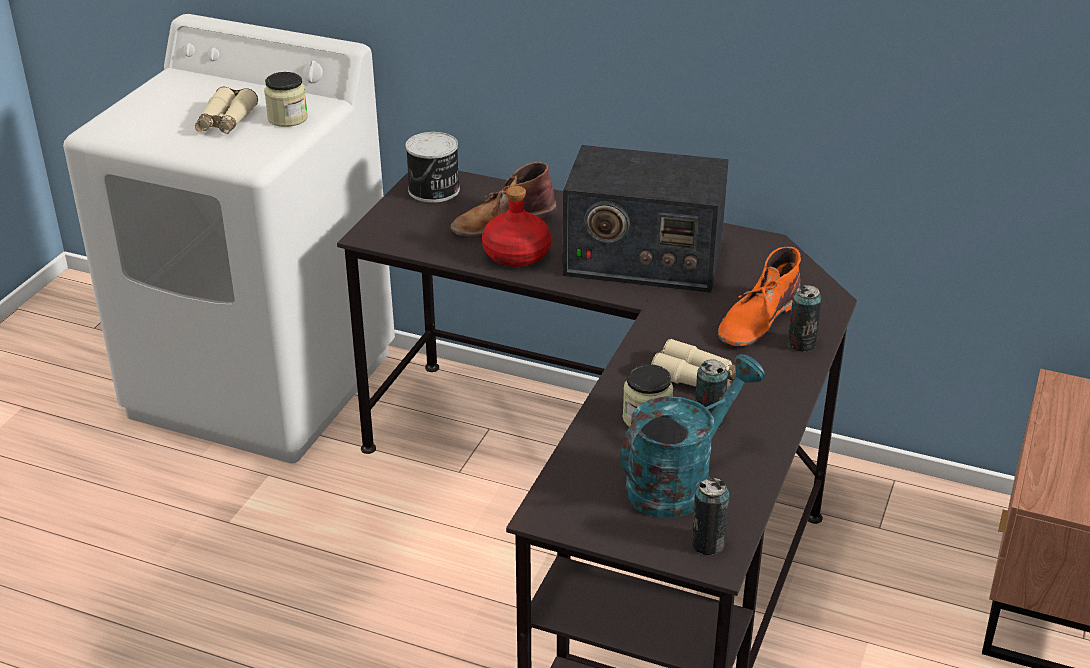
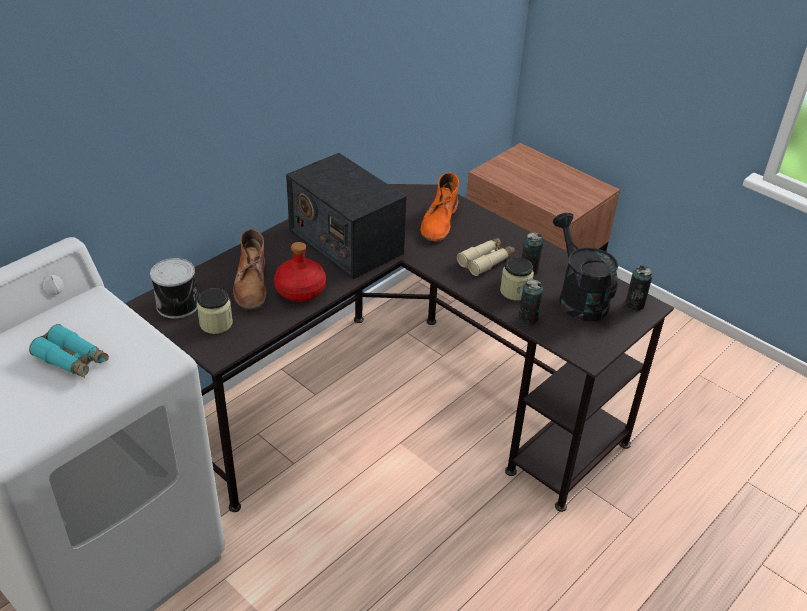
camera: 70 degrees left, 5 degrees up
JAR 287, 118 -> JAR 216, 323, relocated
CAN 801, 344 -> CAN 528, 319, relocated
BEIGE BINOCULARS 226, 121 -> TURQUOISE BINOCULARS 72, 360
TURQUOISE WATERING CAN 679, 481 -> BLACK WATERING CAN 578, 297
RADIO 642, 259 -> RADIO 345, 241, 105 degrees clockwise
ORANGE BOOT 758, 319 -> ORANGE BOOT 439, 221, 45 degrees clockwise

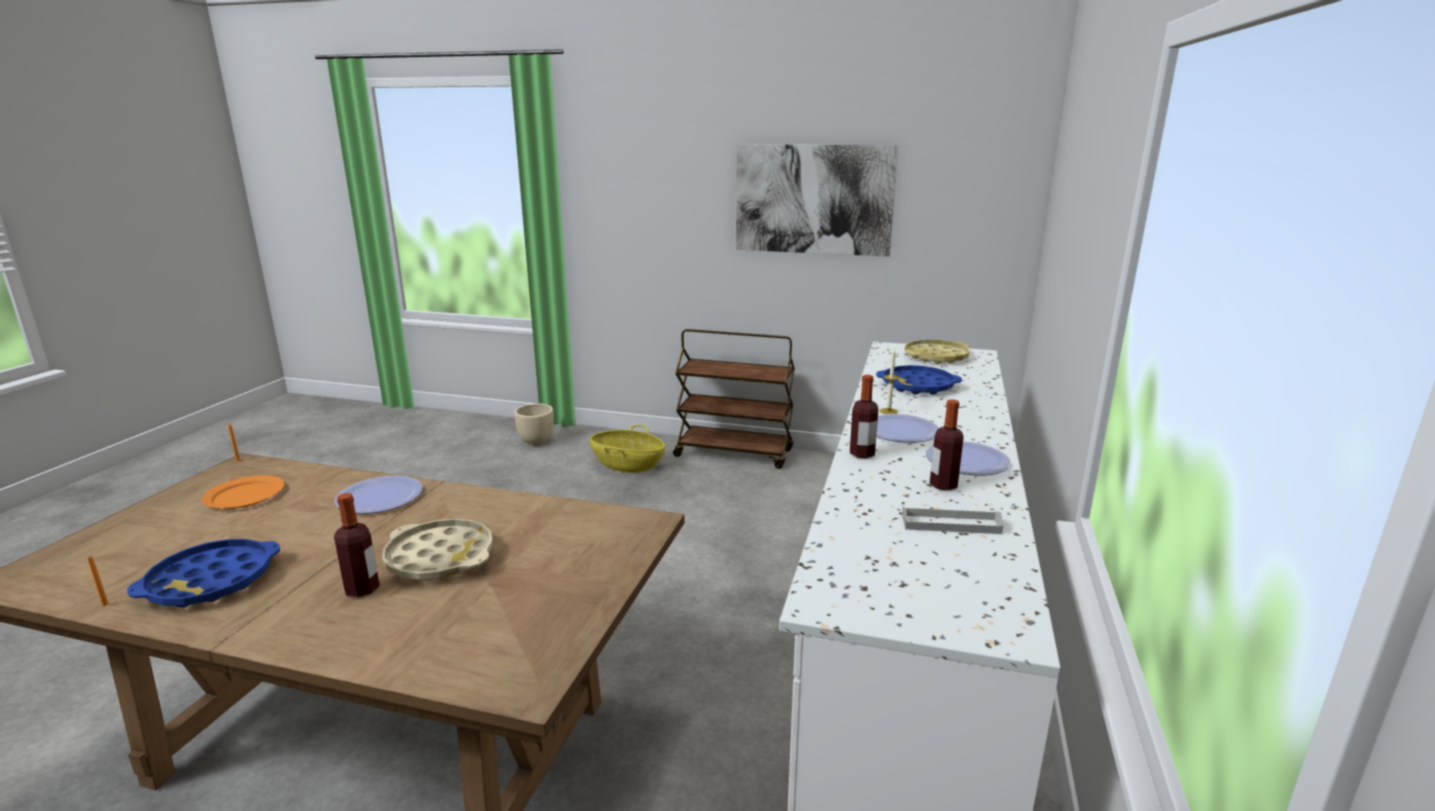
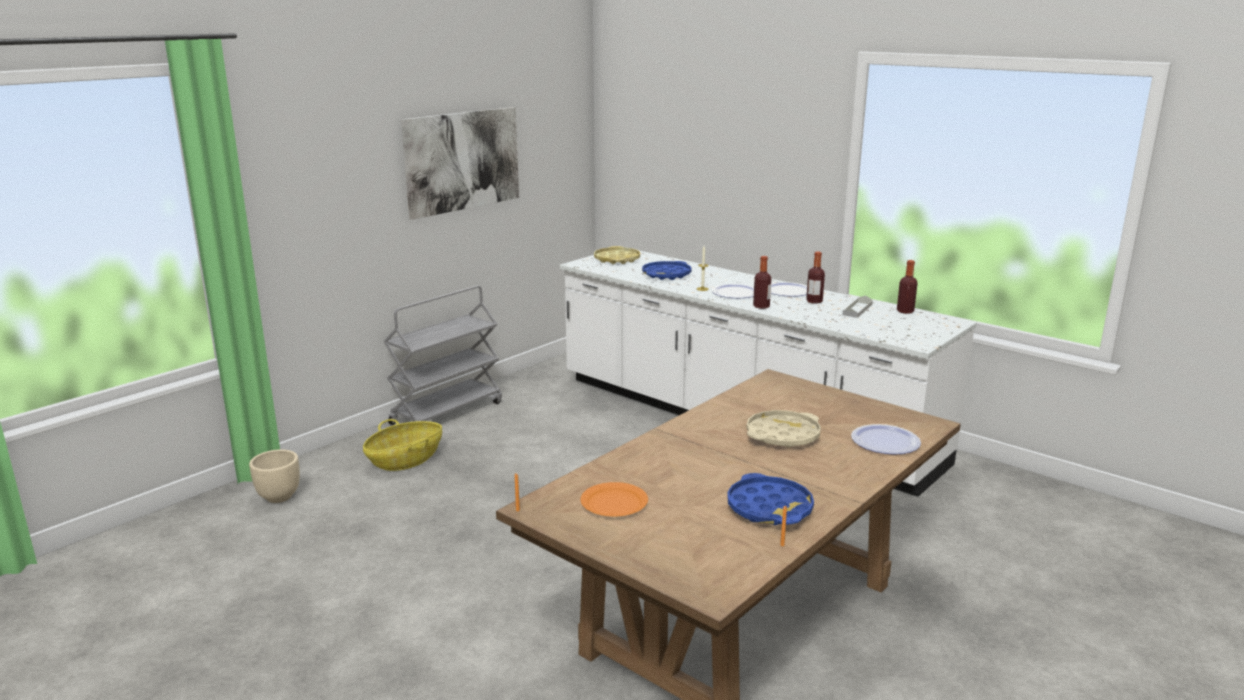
camera: 65 degrees left, 0 degrees up
PLATE 379, 497 -> PLATE 885, 441, relocated
BOTTLE 362, 589 -> BOTTLE 905, 311, relocated
BROWN CART 734, 453 -> GREY CART 447, 412

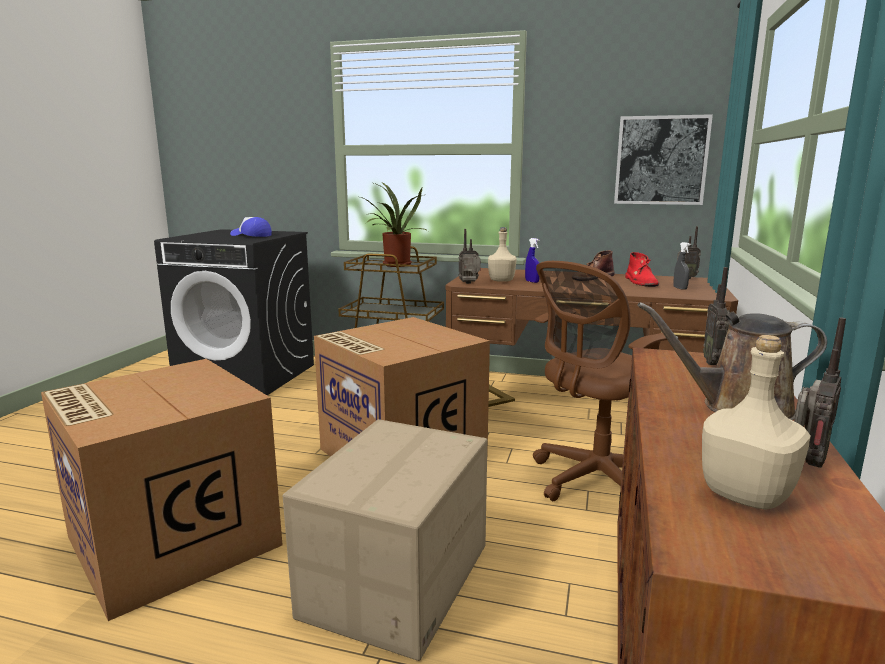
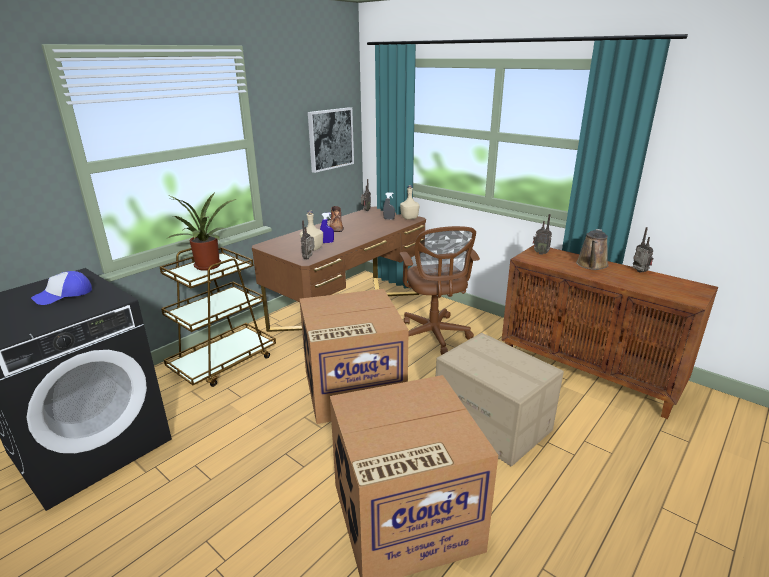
camera: 65 degrees left, 10 degrees up
RED BOOT 641, 282 -> none
BEIGE BOTTLE 748, 495 -> BEIGE BOTTLE 409, 218, relocated

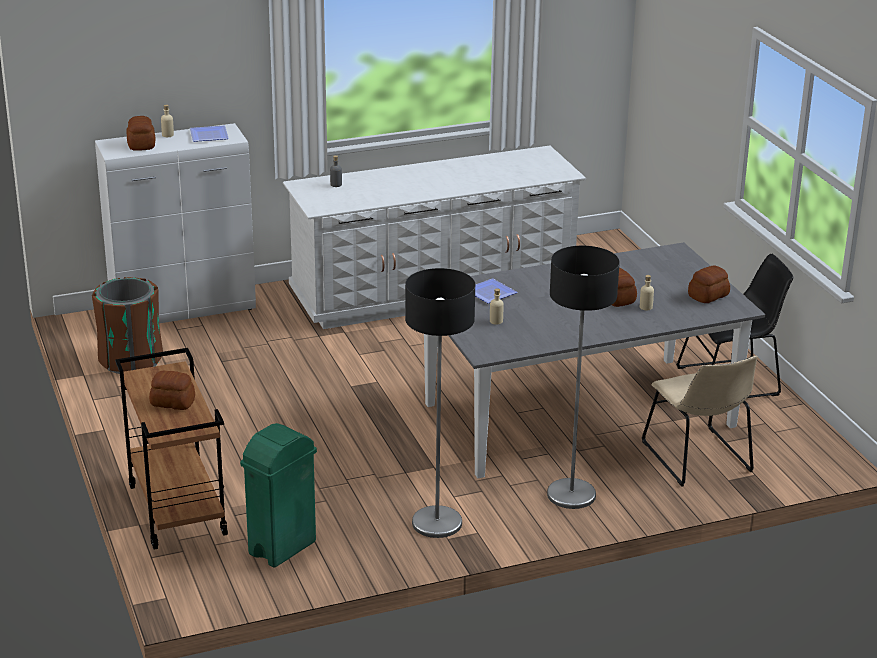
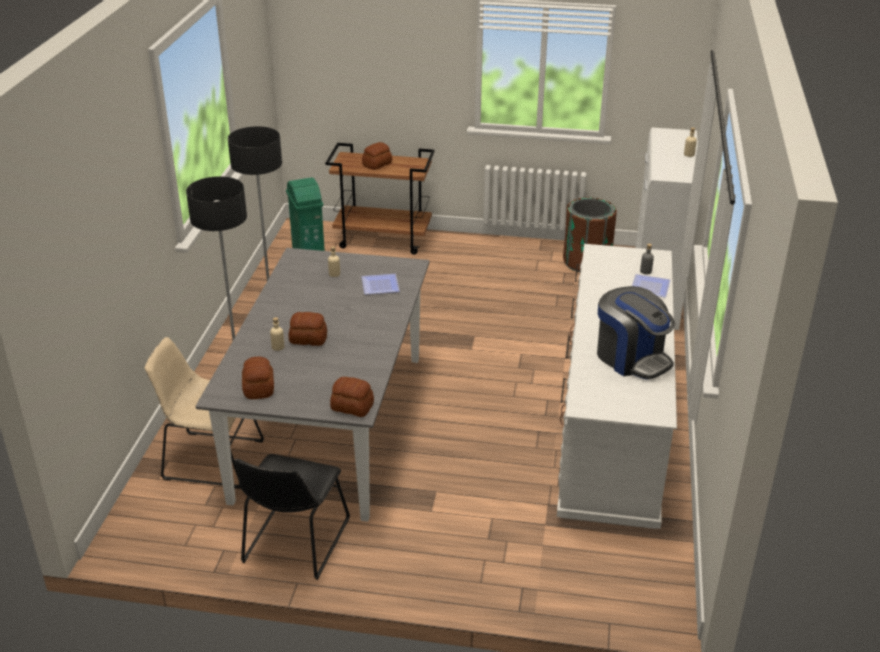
camera: 120 degrees right, 5 degrees up
none -> COFFEE MACHINE 631, 358
BREAD 142, 144 -> BREAD 352, 407, relocated
PLATE 207, 135 -> PLATE 651, 287, relocated

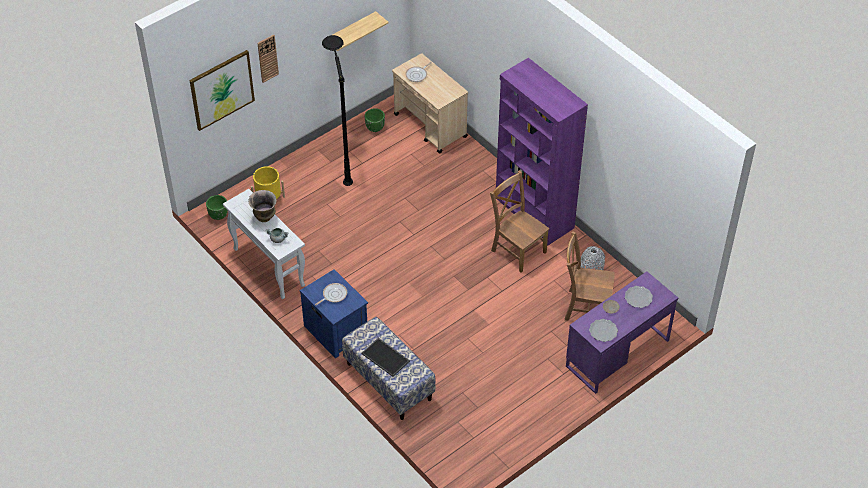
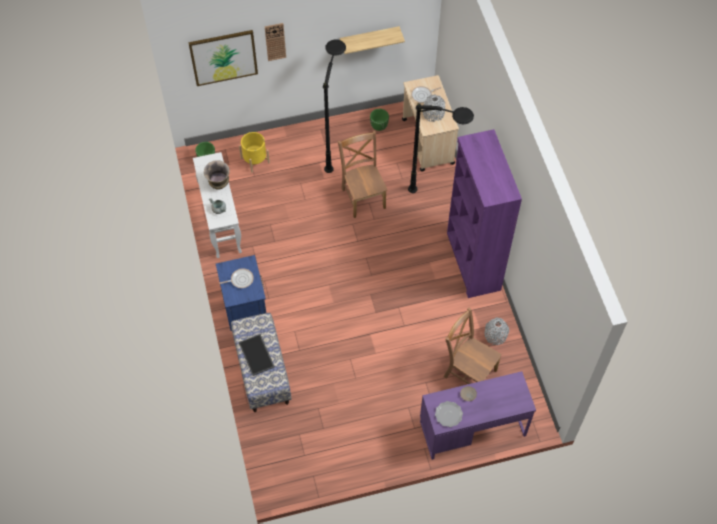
camera: 25 degrees right, 10 degrees up
PLATE 638, 298 -> none
none -> BLACK FLOOR LAMP 440, 198
none -> GREY VASE 433, 113
BROWN CHAIR 517, 250 -> BROWN CHAIR 363, 196, relocated

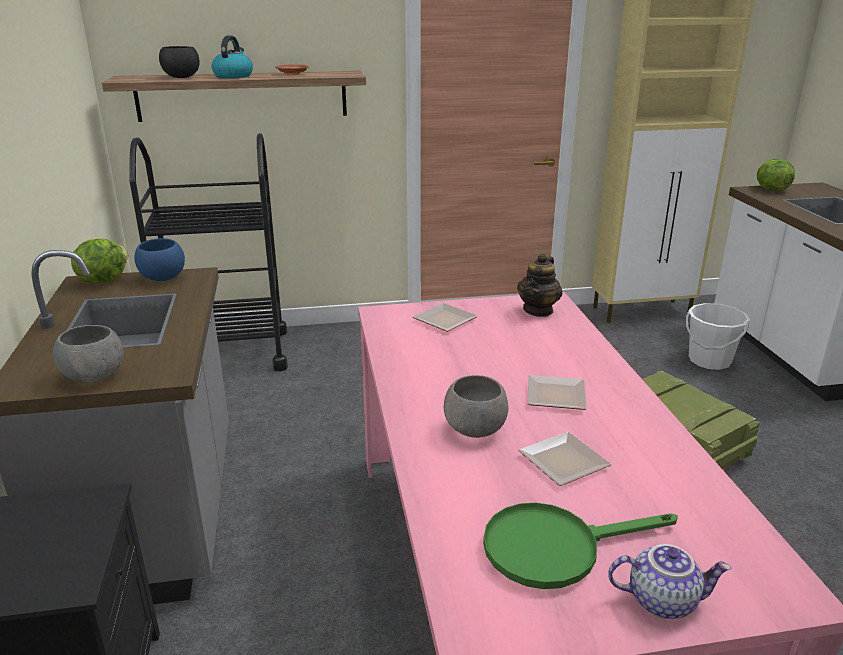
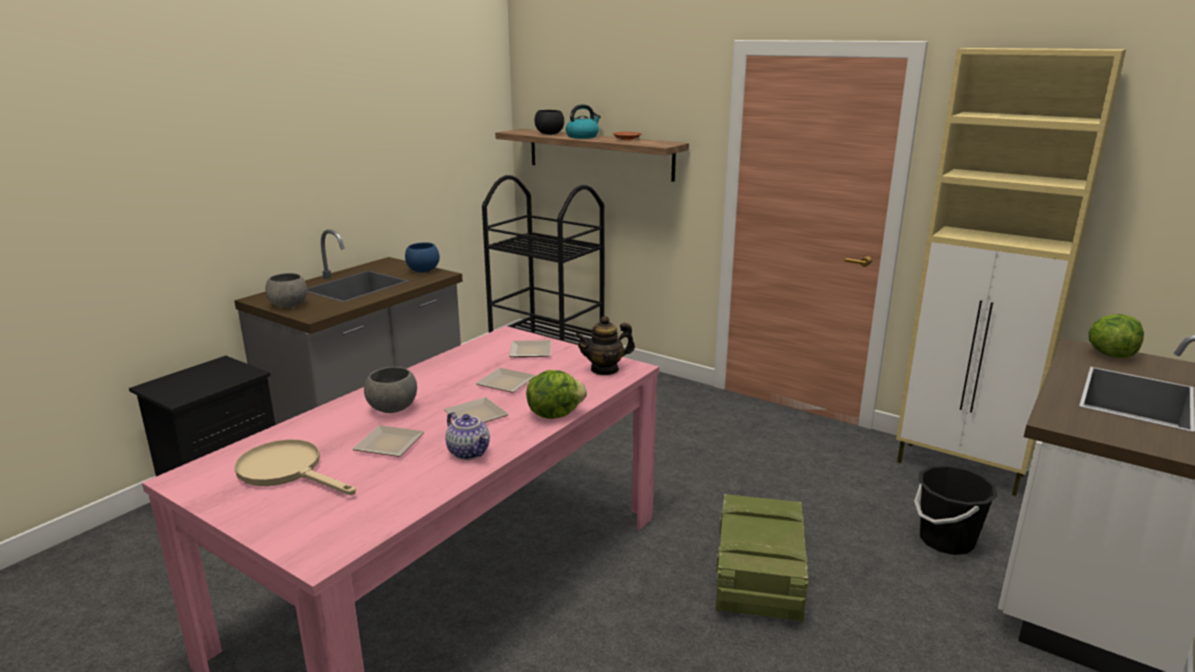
camera: 45 degrees right, 5 degrees down
none -> PLATE 508, 383
LETTUCE 103, 280 -> LETTUCE 554, 414, relocated
TEAPOT 662, 599 -> TEAPOT 469, 452, relocated
GREEN FRYING PAN 555, 547 -> BEIGE FRYING PAN 288, 471
WHITE BUCKET 709, 361 -> BLACK BUCKET 946, 540

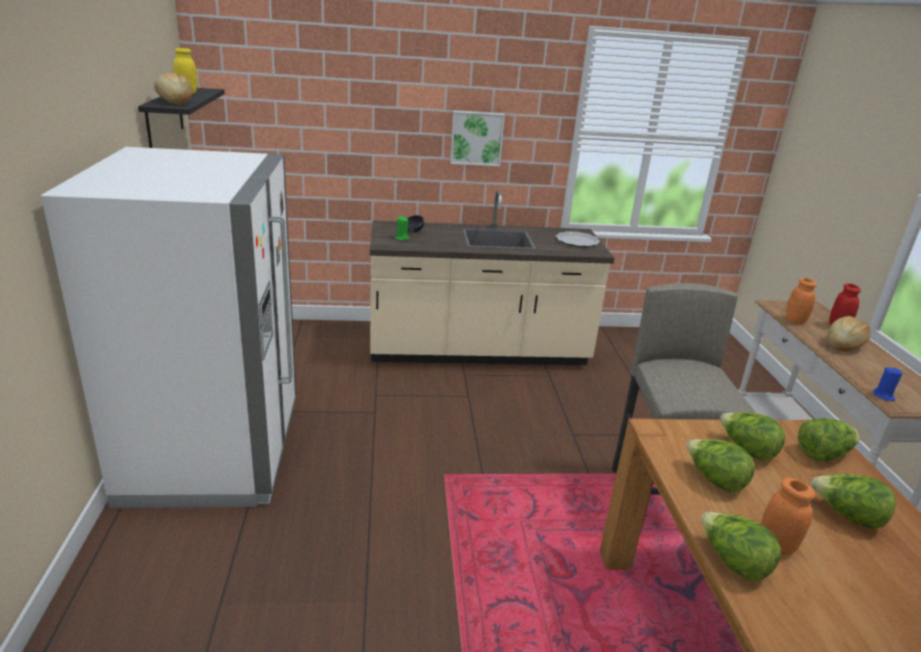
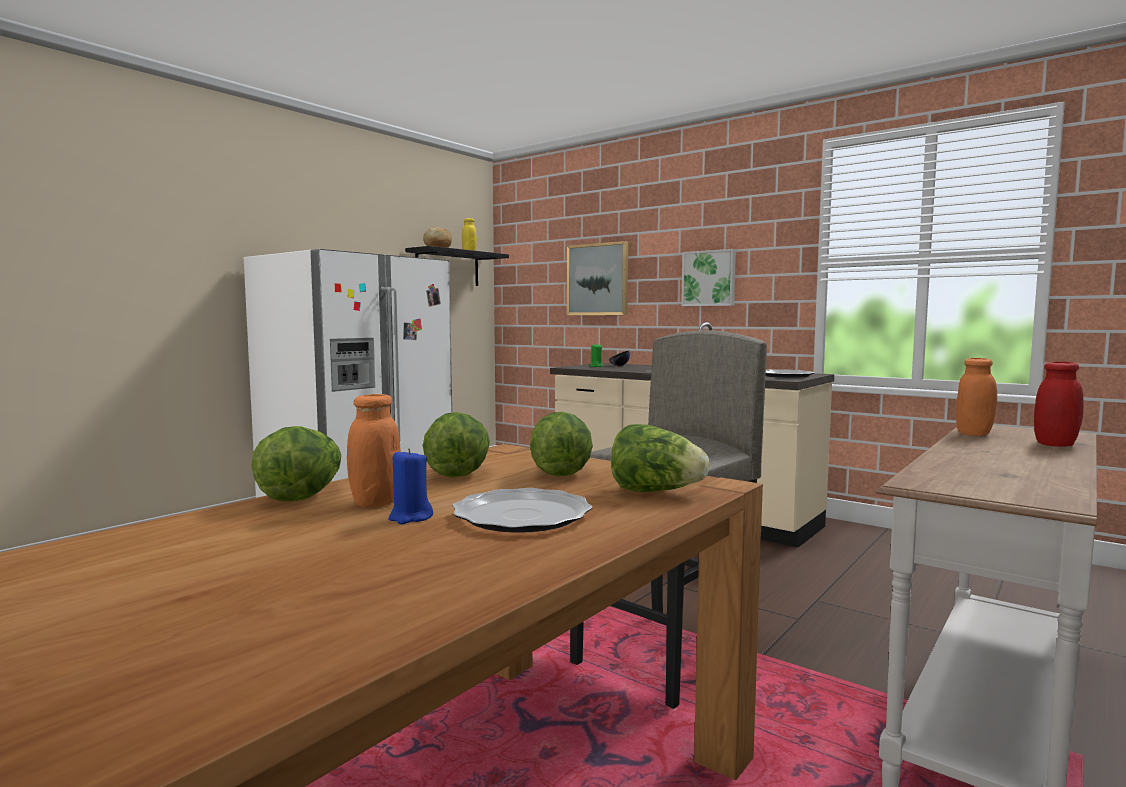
camera: 45 degrees right, 20 degrees down
BREAD 843, 344 -> none
none -> PICTURE 598, 279
BLUE CANDLE 883, 396 -> BLUE CANDLE 410, 518, relocated
LETTUCE 847, 516 -> PLATE 521, 516

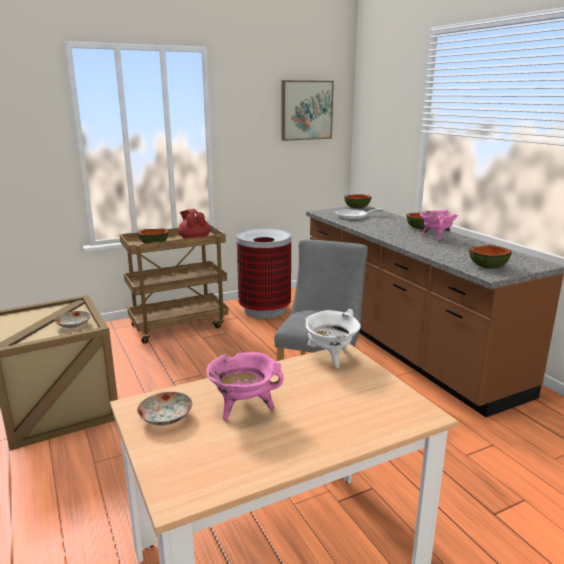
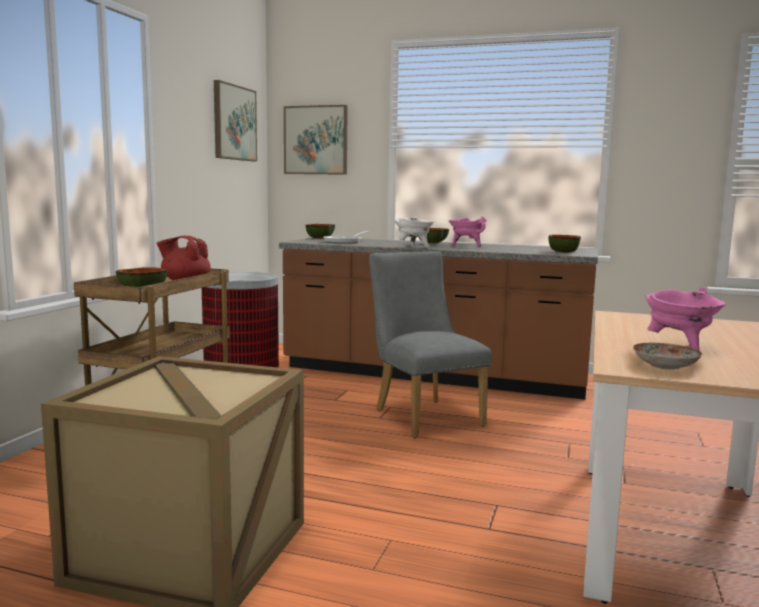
camera: 45 degrees left, 10 degrees down
PLATE 73, 325 -> none
none -> PICTURE 316, 140
WHITE COOKING POT 330, 358 -> WHITE COOKING POT 414, 247, relocated

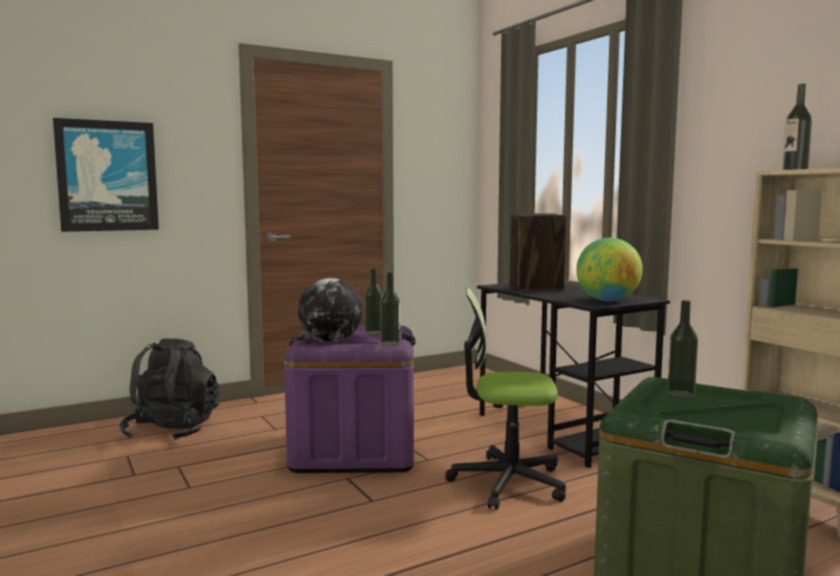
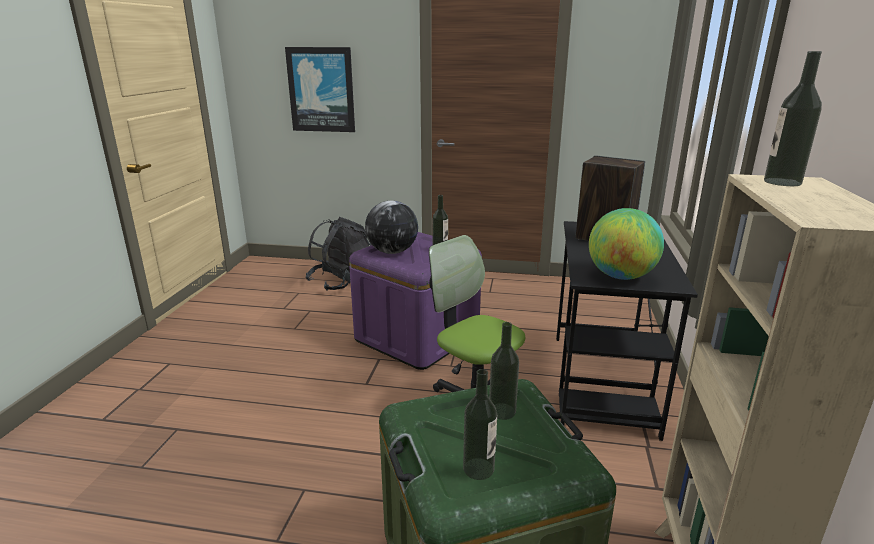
camera: 40 degrees right, 15 degrees up
BOTTLE 390, 343 -> BOTTLE 478, 469, relocated

